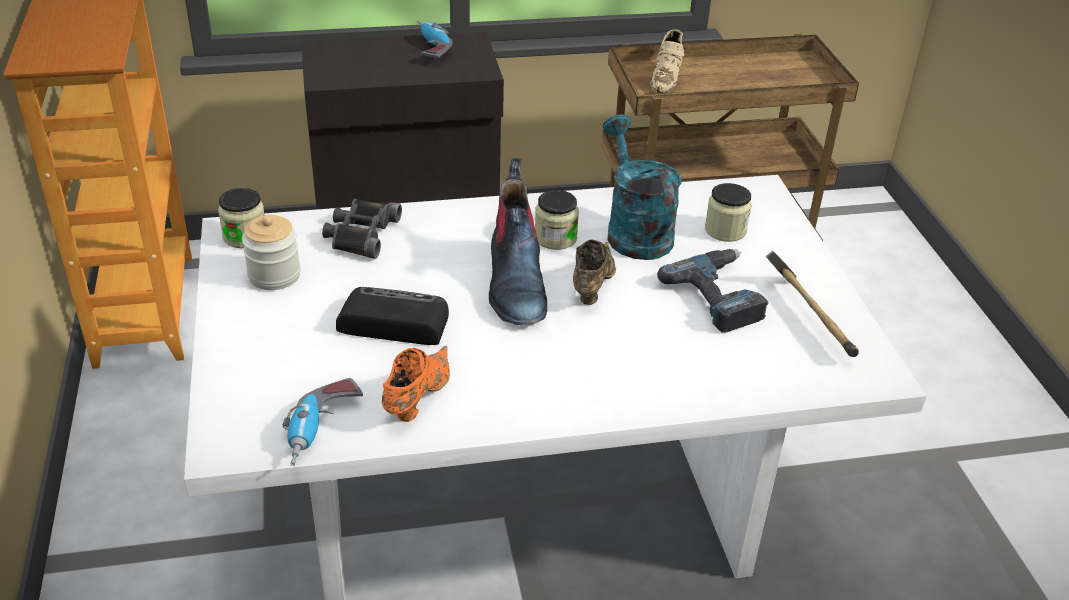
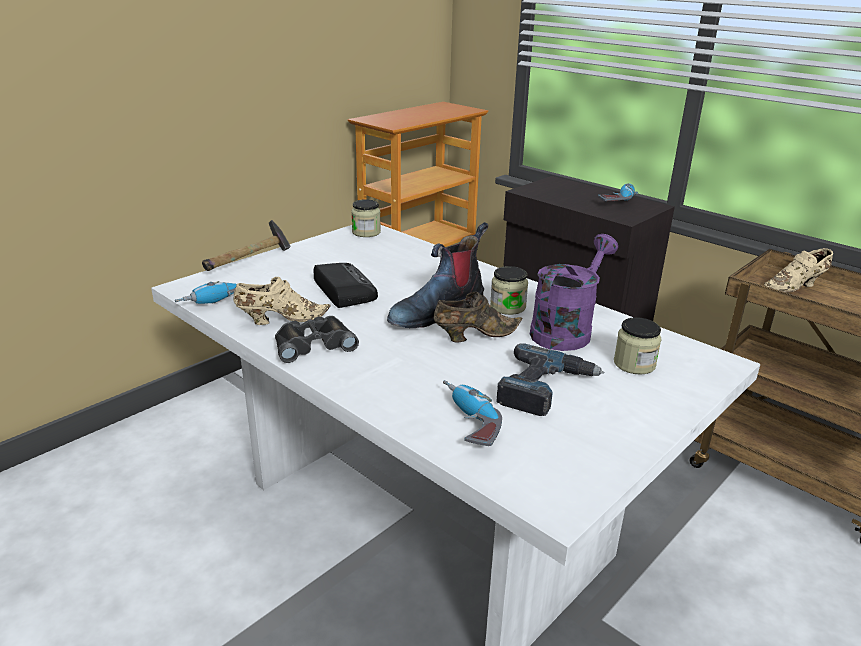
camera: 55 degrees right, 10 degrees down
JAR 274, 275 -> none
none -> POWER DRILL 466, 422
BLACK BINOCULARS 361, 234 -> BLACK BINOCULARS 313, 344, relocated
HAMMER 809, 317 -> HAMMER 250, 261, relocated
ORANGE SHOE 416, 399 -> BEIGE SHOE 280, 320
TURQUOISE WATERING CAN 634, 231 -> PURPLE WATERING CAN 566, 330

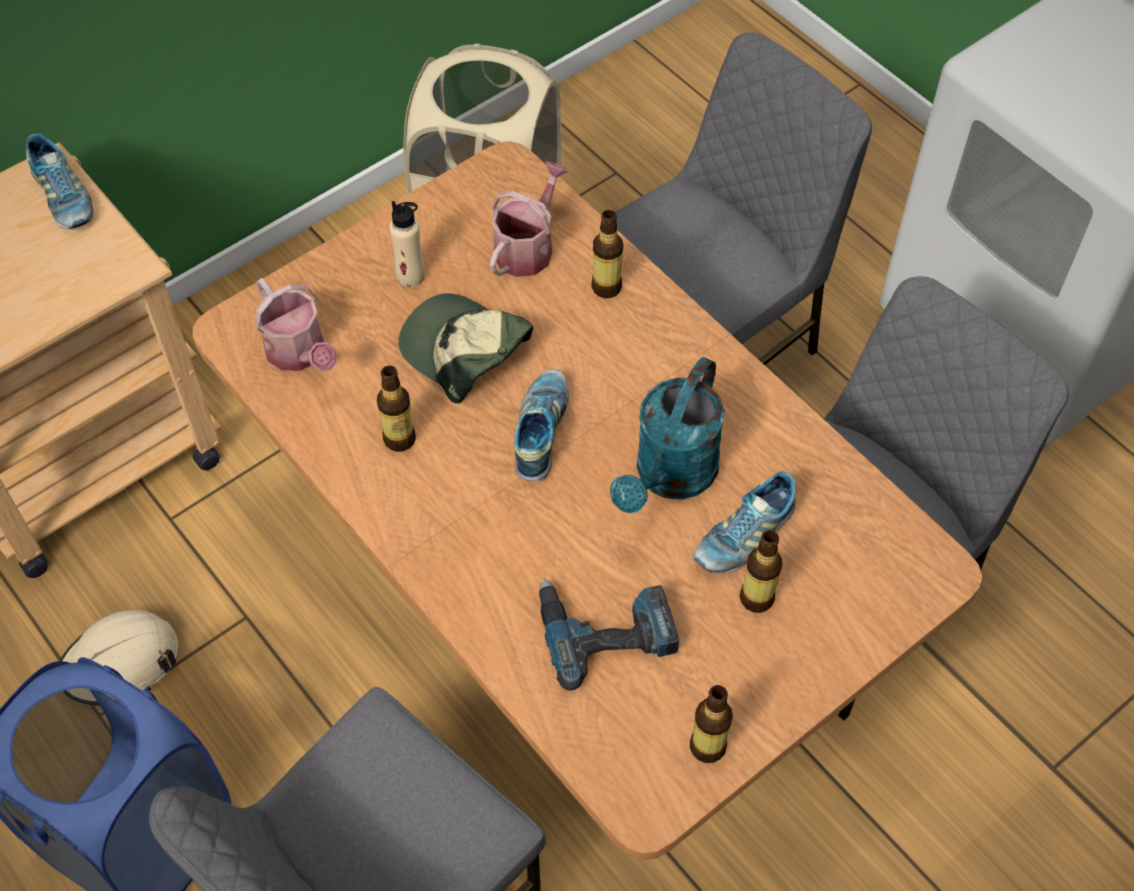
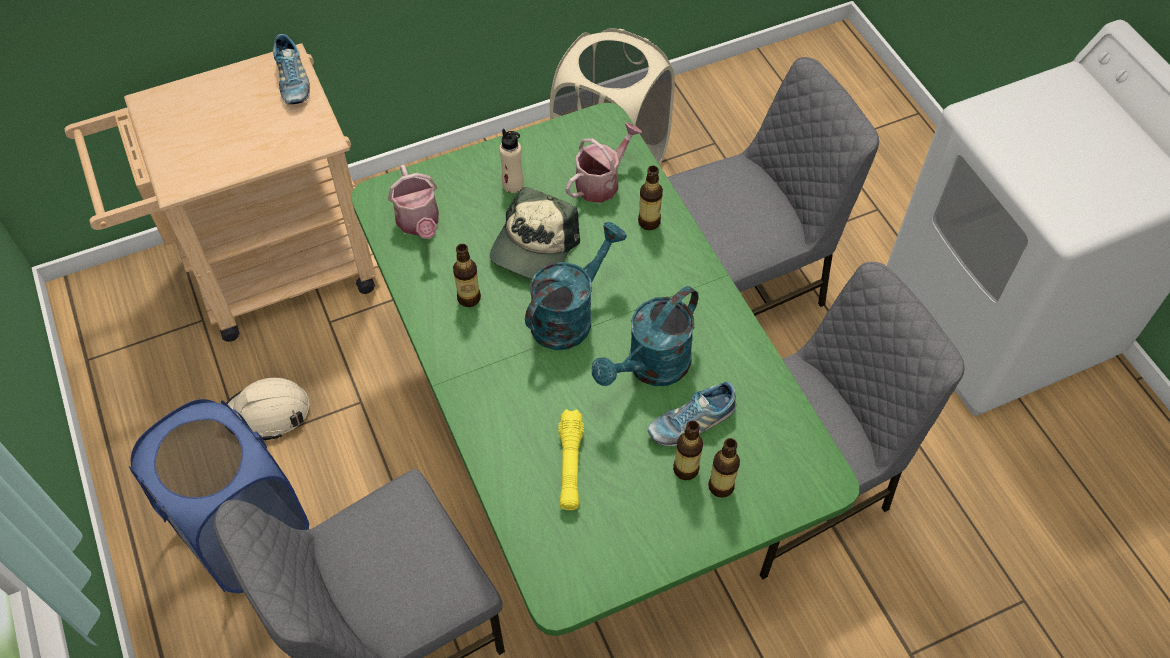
camera: 15 degrees right, 0 degrees up
BOTTLE 707, 746 -> BOTTLE 721, 486, relocated
SHOE 541, 431 -> TURQUOISE WATERING CAN 569, 315
POWER DRILL 605, 629 -> YELLOW FLASHLIGHT 570, 465
BROWN DINING TABLE 568, 607 -> GREEN DINING TABLE 586, 449
CAP 465, 352 -> CAP 534, 246, 120 degrees counterclockwise

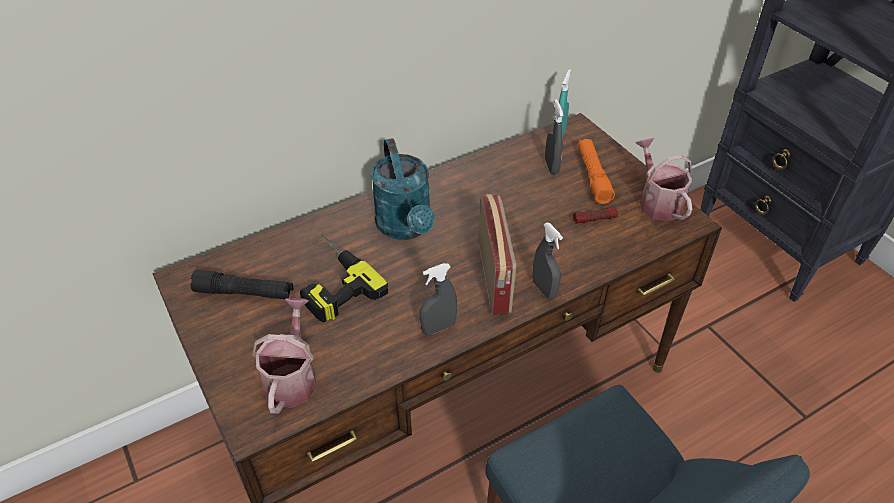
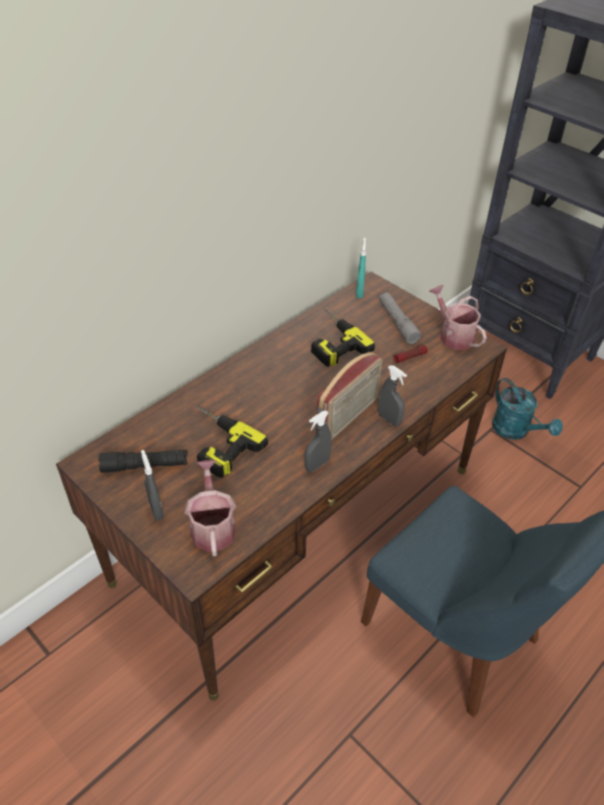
camera: 15 degrees left, 0 degrees up
none -> POWER DRILL 331, 341
TURQUOISE WATERING CAN 406, 228 -> TURQUOISE WATERING CAN 516, 431, relocated
GREY SPRAY BOTTLE 551, 167 -> GREY SPRAY BOTTLE 156, 510, relocated
ORANGE FLASHLIGHT 593, 176 -> GREY FLASHLIGHT 397, 322
RADIO 495, 278 -> RADIO 348, 417, 60 degrees clockwise

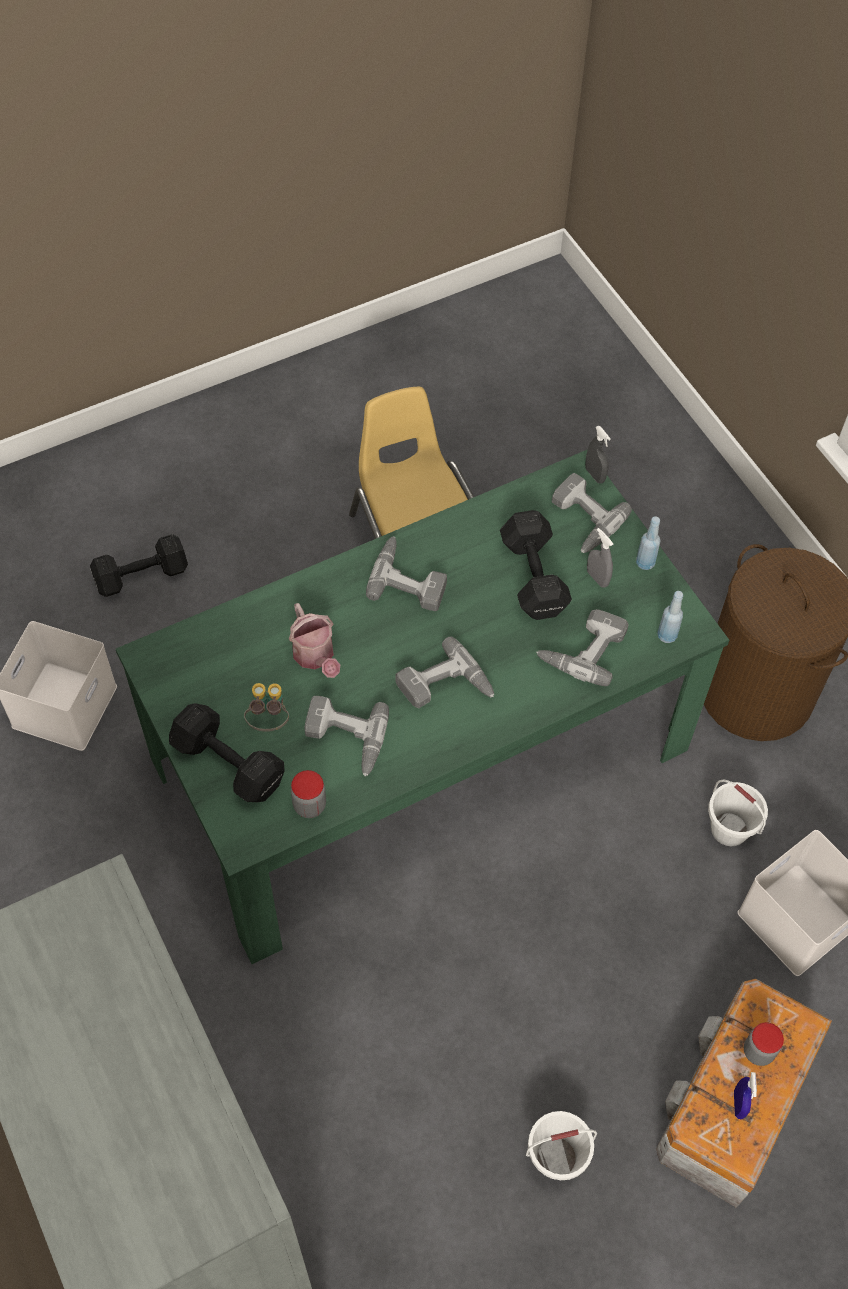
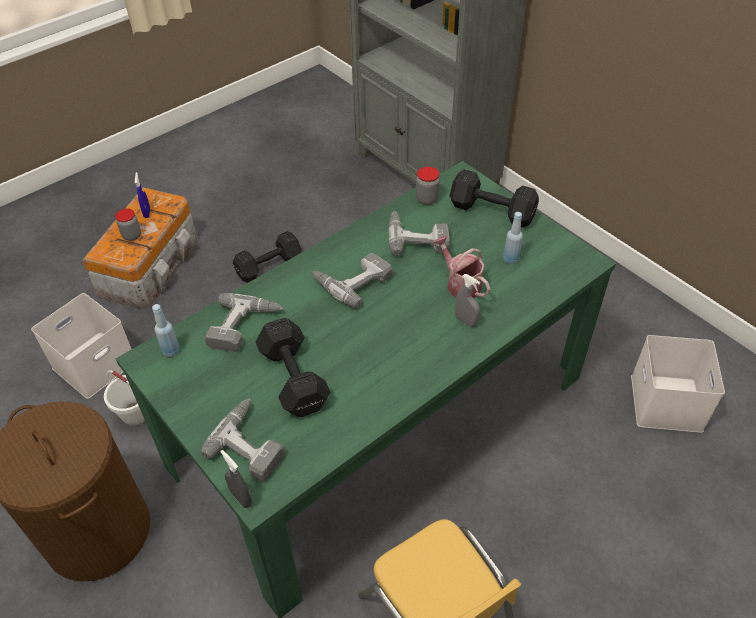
camera: 170 degrees right, 10 degrees down
BINOCULARS 268, 721 -> none
POWER DRILL 409, 579 -> none
WHITE BUCKET 556, 1158 -> none
BLACK DUMBBELL 144, 576 -> BLACK DUMBBELL 267, 266, relocated
GREY SPRAY BOTTLE 597, 578 -> GREY SPRAY BOTTLE 465, 321, relocated
BLUE BOTTLE 645, 563 -> BLUE BOTTLE 510, 259, relocated

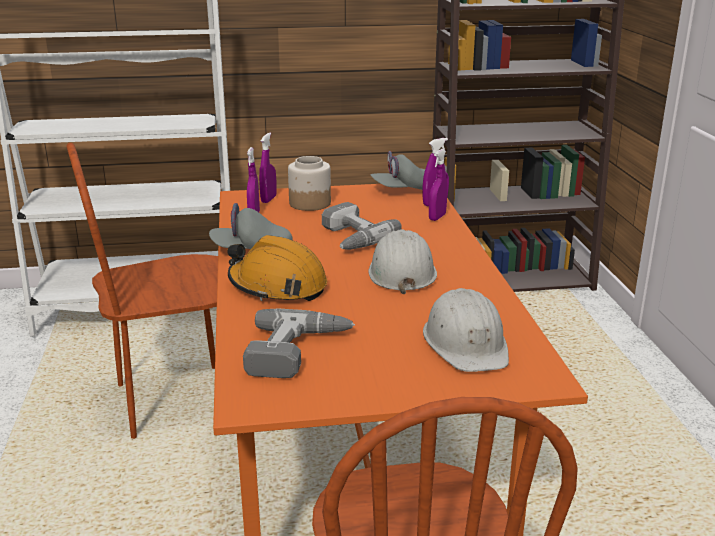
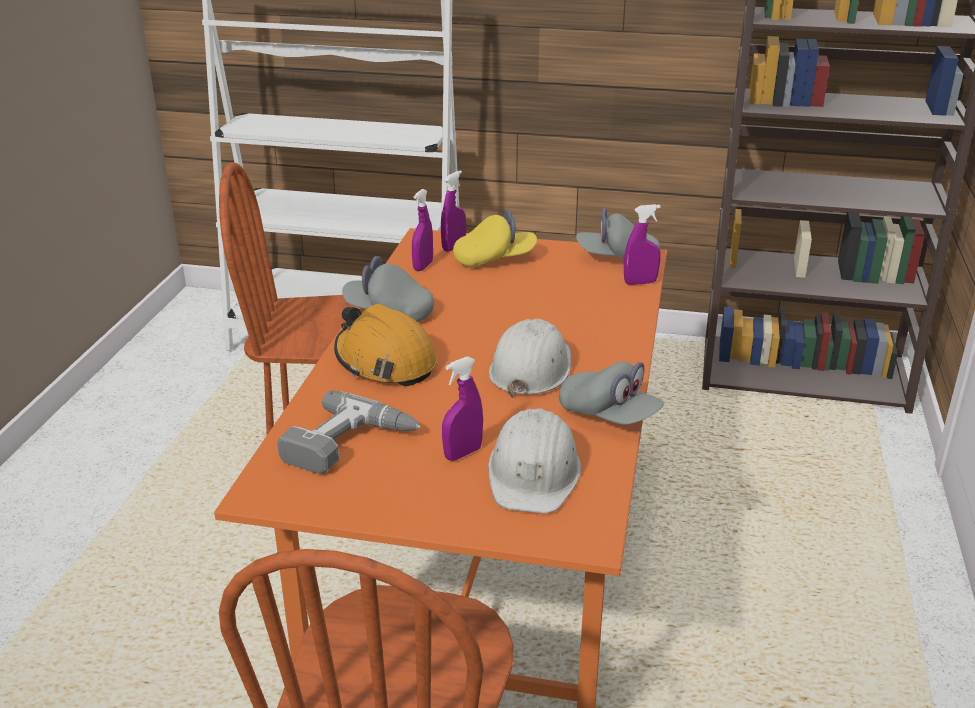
camera: 20 degrees right, 5 degrees up
POWER DRILL 350, 237 -> none
none -> GREY CAP 609, 415
PURPLE SPRAY BOTTLE 437, 217 -> PURPLE SPRAY BOTTLE 462, 453, relocated
JAR 309, 203 -> YELLOW CAP 494, 259

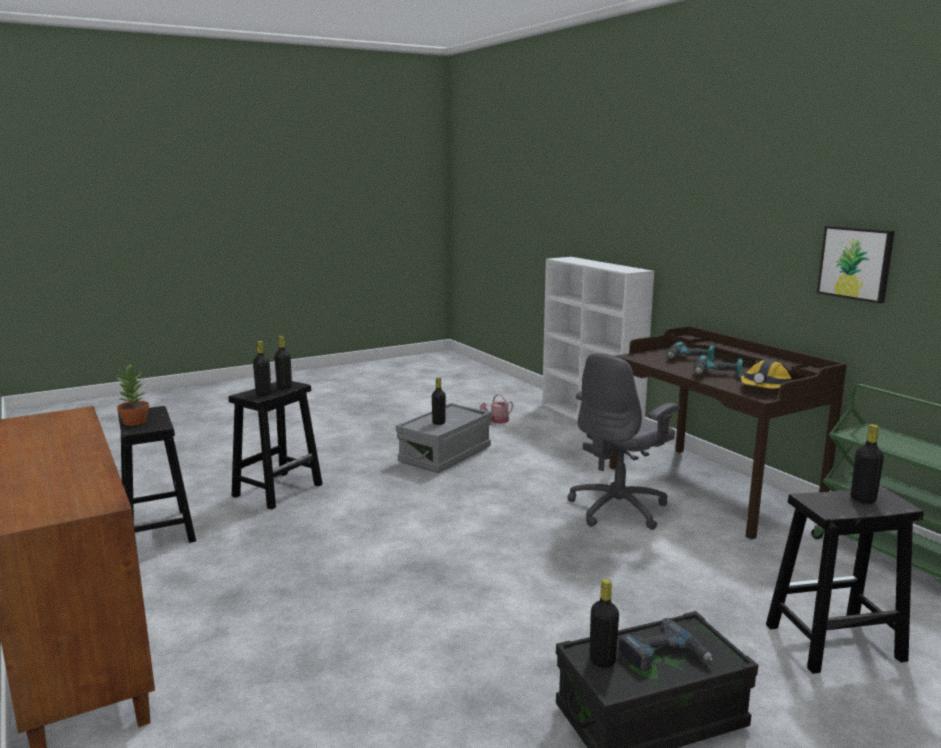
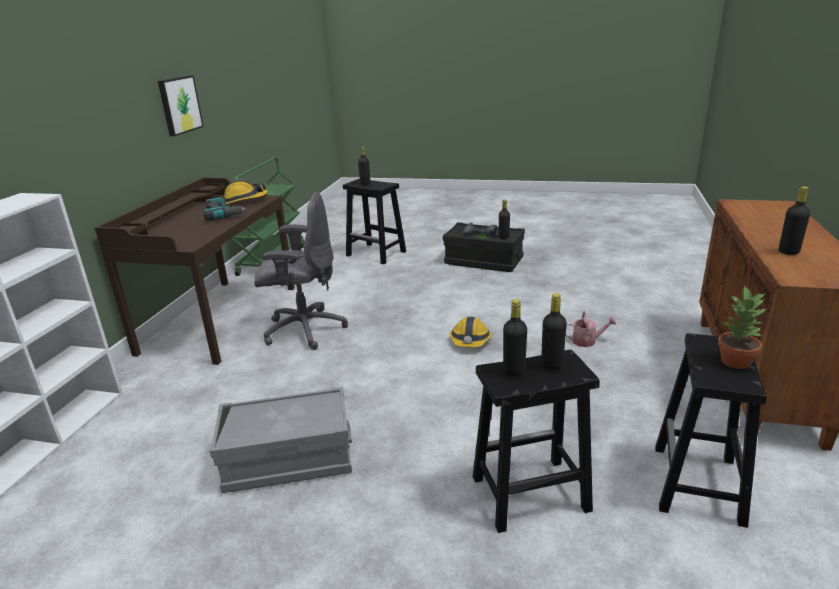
camera: 135 degrees left, 10 degrees up
POWER DRILL 689, 360 -> none
none -> HARD HAT 470, 341
BLACK BOTTLE 438, 423 -> BLACK BOTTLE 788, 252, relocated
WATERING CAN 497, 421 -> WATERING CAN 587, 341, relocated

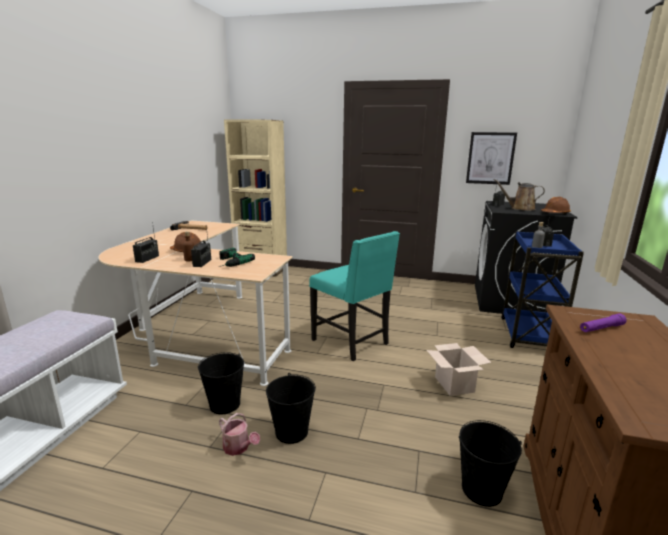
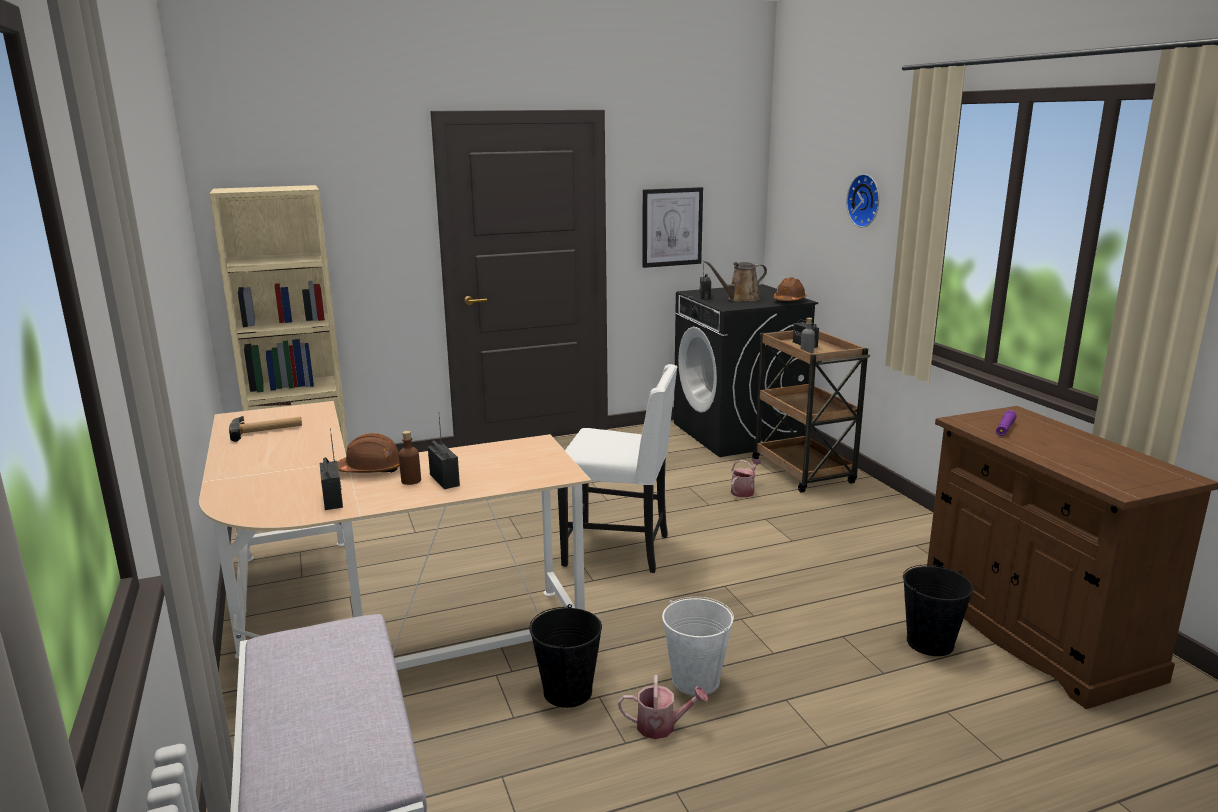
camera: 35 degrees left, 0 degrees up
POWER DRILL 228, 262 -> none
CARDBOARD BOX 455, 385 -> none
none -> WATERING CAN 744, 491
none -> WALL CLOCK 866, 200
BLACK BUCKET 291, 432 -> WHITE BUCKET 695, 681
TURQUOISE CHAIR 352, 342 -> WHITE CHAIR 619, 550
BLUE CART 529, 336 -> BROWN CART 803, 472

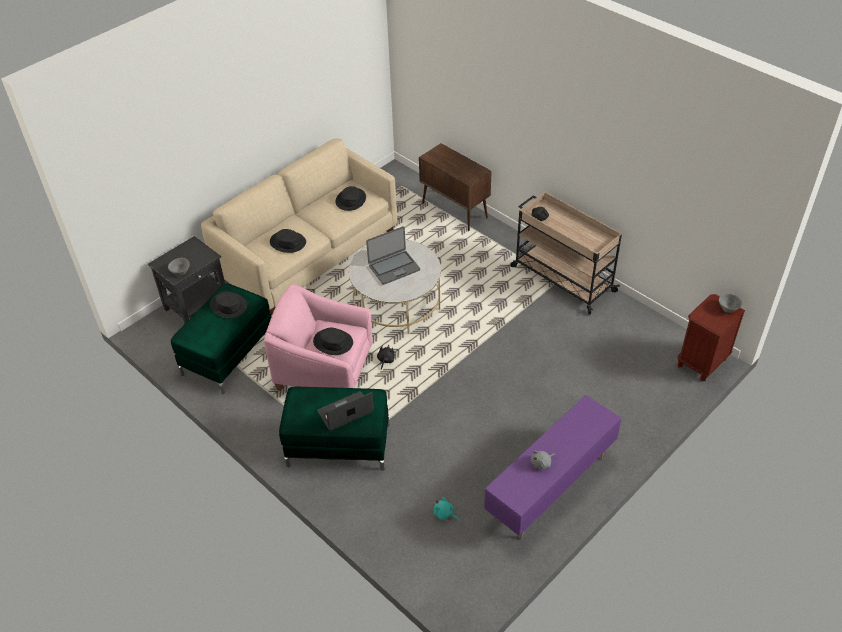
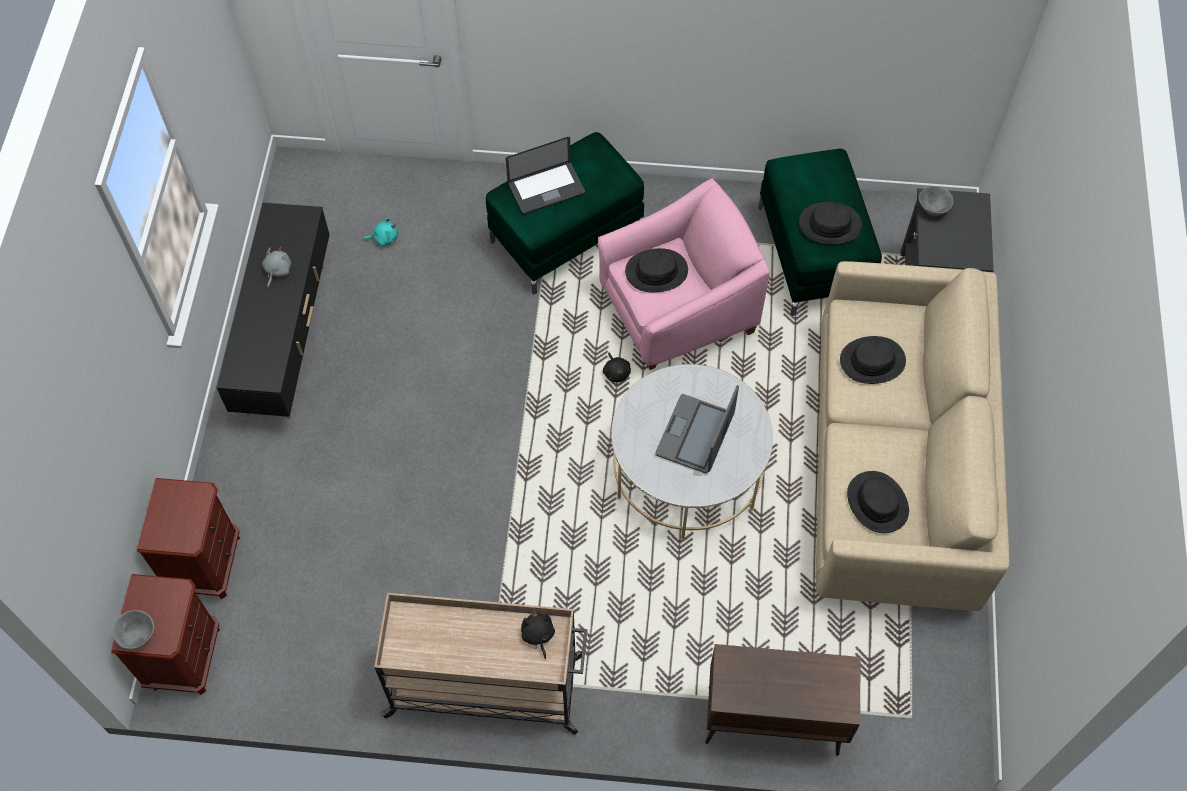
camera: 140 degrees right, 15 degrees up
none -> BROWN NIGHTSTAND 207, 564
PURPLE TV STAND 549, 487 -> BLACK TV STAND 287, 338
LAPTOP 345, 412 -> LAPTOP 546, 189, 45 degrees clockwise

